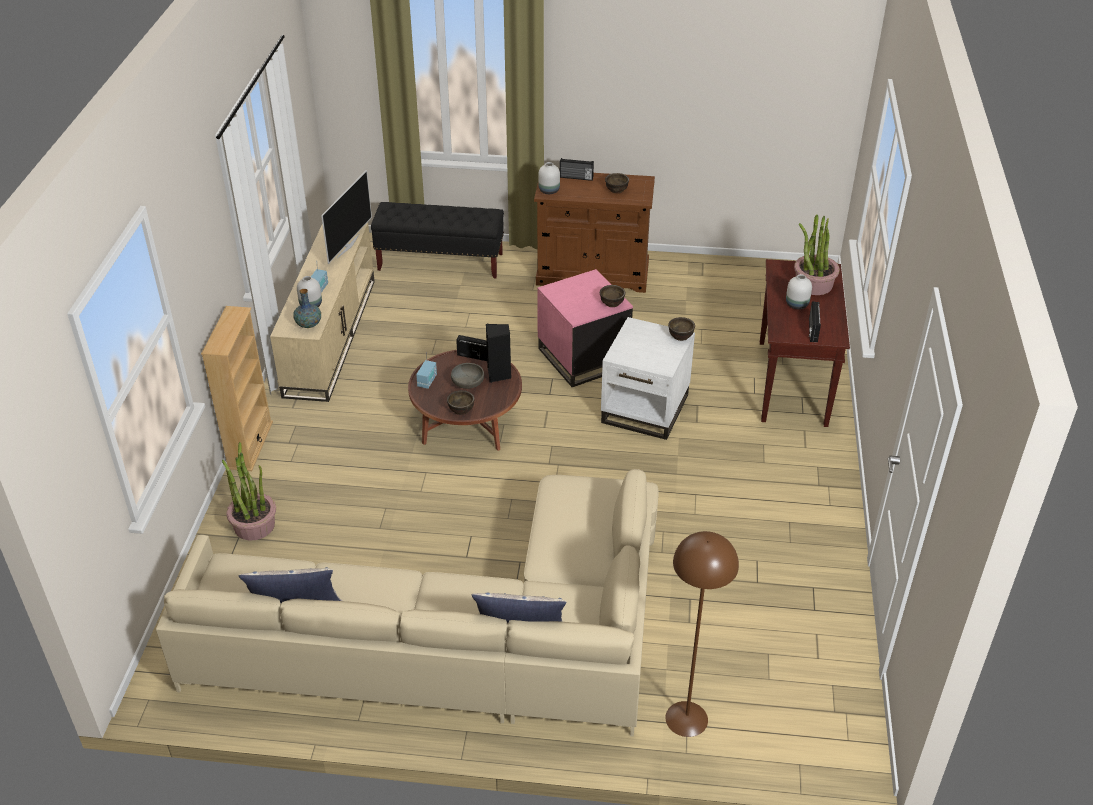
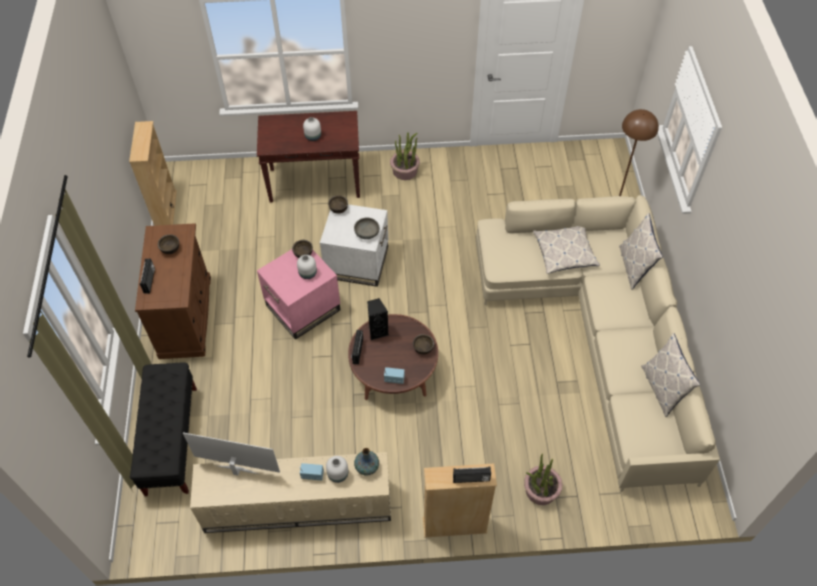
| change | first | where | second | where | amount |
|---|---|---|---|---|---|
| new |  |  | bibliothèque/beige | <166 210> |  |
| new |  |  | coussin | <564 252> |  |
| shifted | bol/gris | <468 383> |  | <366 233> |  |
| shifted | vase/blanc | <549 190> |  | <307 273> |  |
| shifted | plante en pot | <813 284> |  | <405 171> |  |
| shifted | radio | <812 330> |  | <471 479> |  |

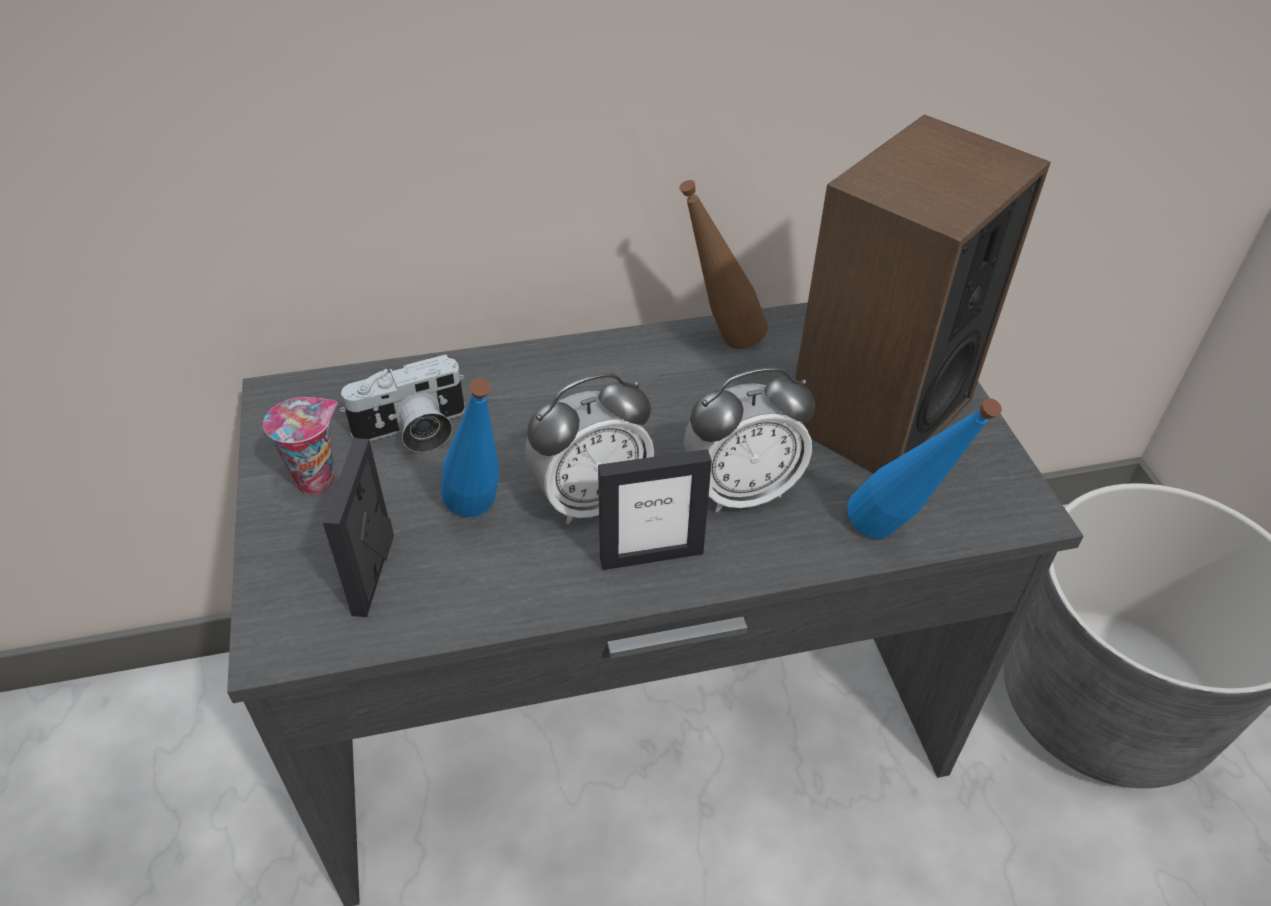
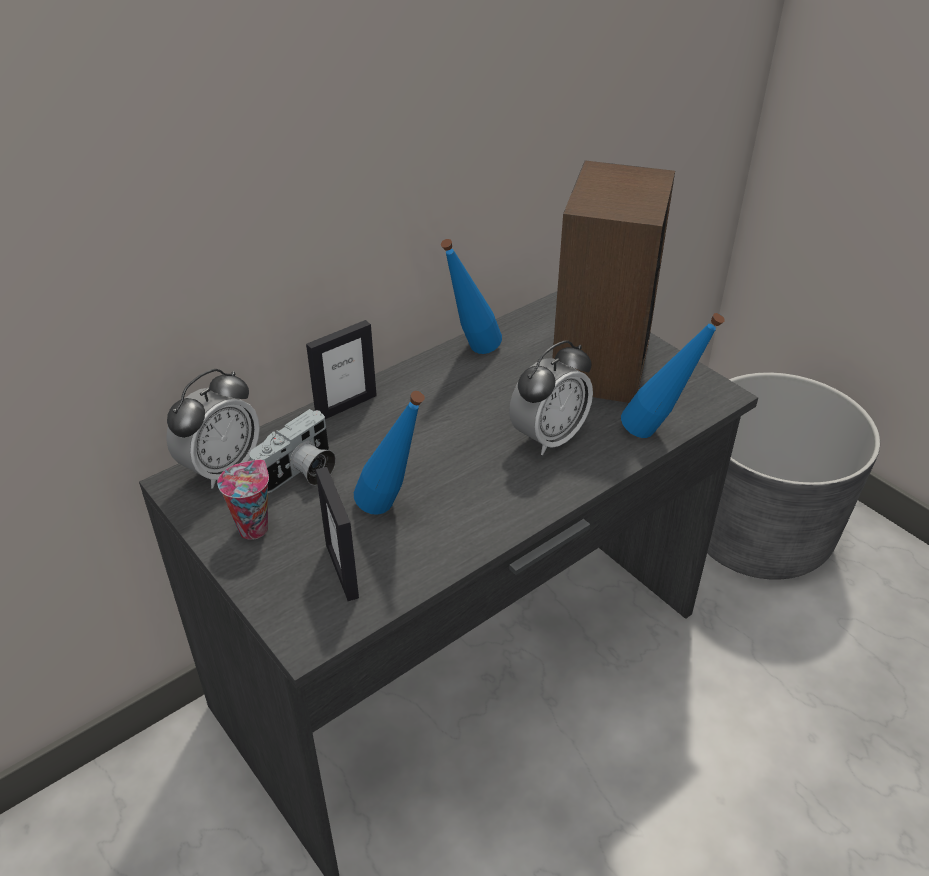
| change | first | where | second | where | amount |
|---|---|---|---|---|---|
| shifted | réveil | <590 499> |  | <221 469> |  |
| shifted | cadre photo | <651 555> |  | <346 406> |  |
| repainted | bouteille/marron | <718 343> | bouteille/bleu | <471 353> |  |

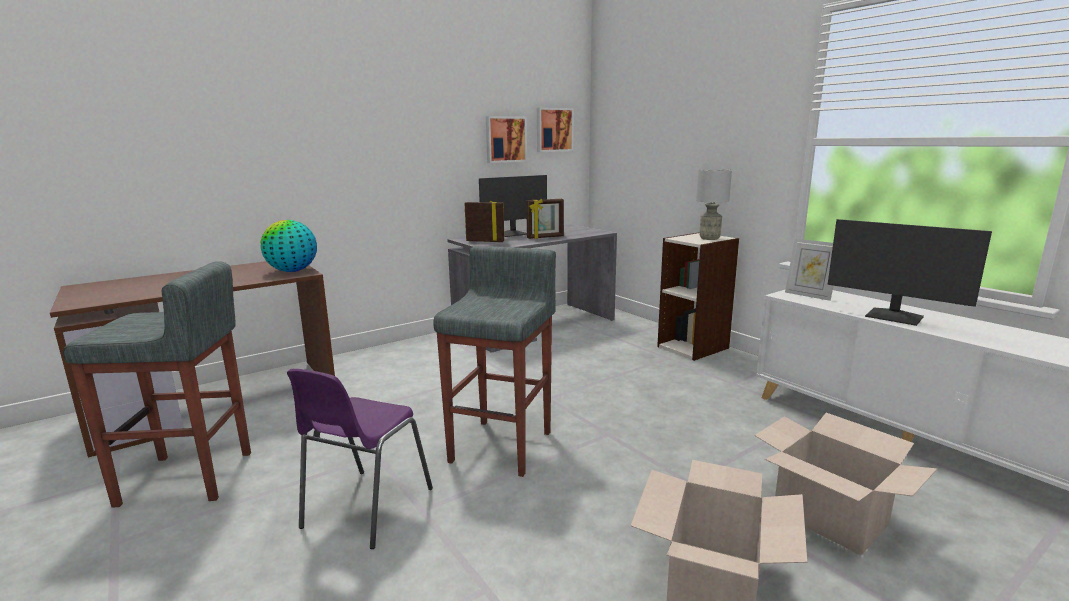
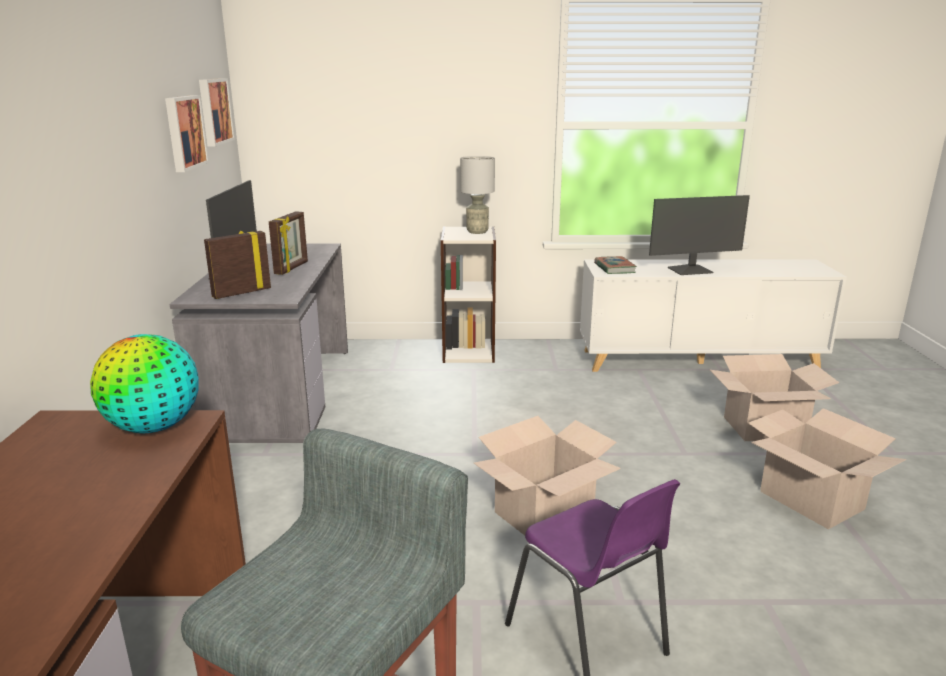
| change | first | where | second | where | amount |
|---|---|---|---|---|---|
| swapped | tabouret/gris | <503 446> | carton | <543 513> |  |
| swapped | cadre photo | <808 295> | livre | <614 268> |  |

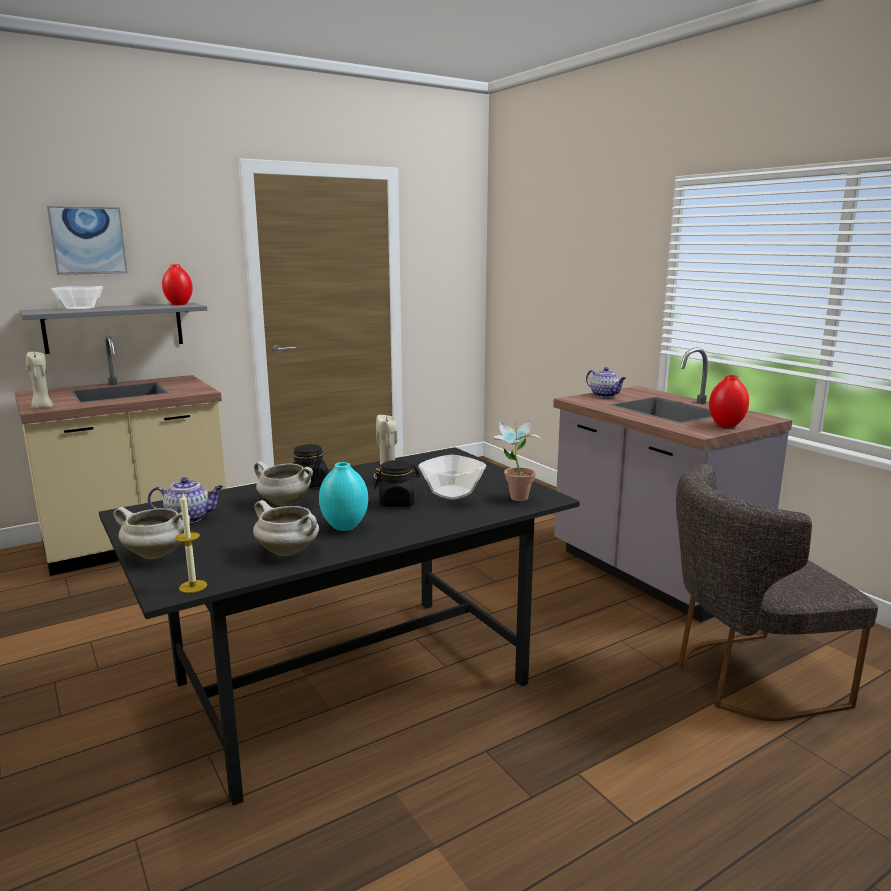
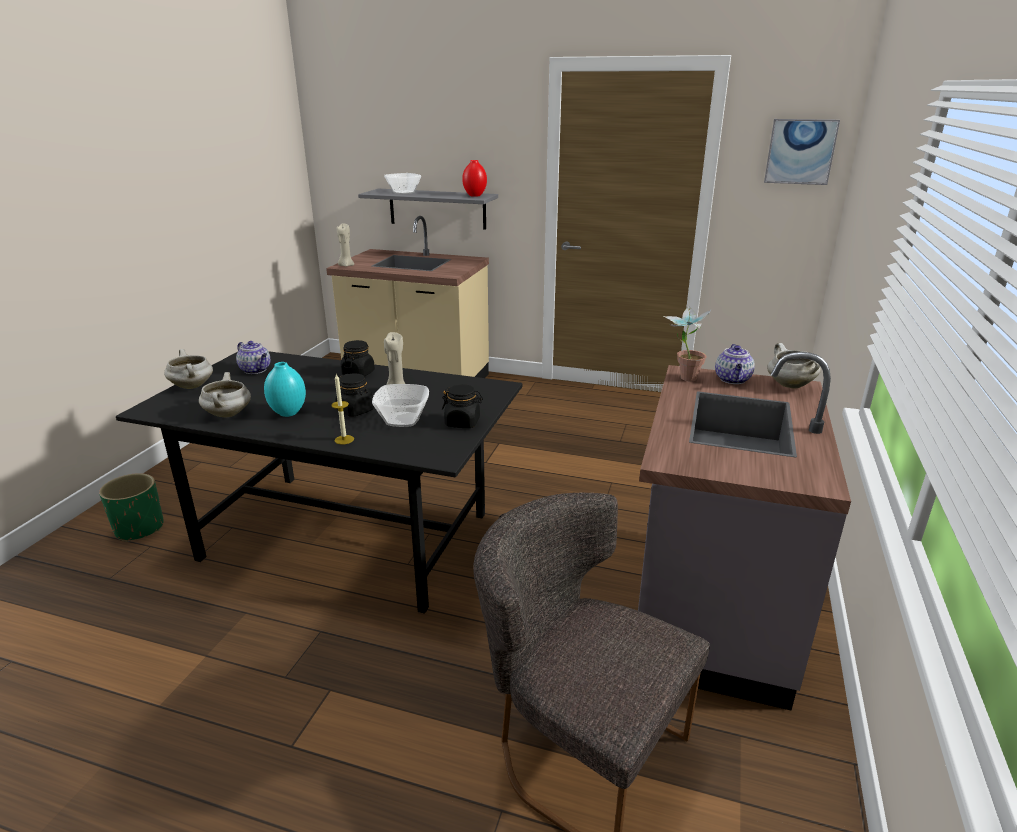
| change | first | where | second | where | amount |
|---|---|---|---|---|---|
| gone | vase/rouge | <726 426> |  |  |  |
| new |  |  | cache-pot/vert | <139 528> |  |
| new |  |  | bocal/noir | <462 422> |  |
| shifted | tableau | <88 240> |  | <800 151> |  |
| shifted | bougie | <193 586> |  | <344 439> |  |
| shifted | marmite/blanc | <284 503> |  | <789 385> |  |
| shifted | plante en pot | <514 500> |  | <682 378> |  |

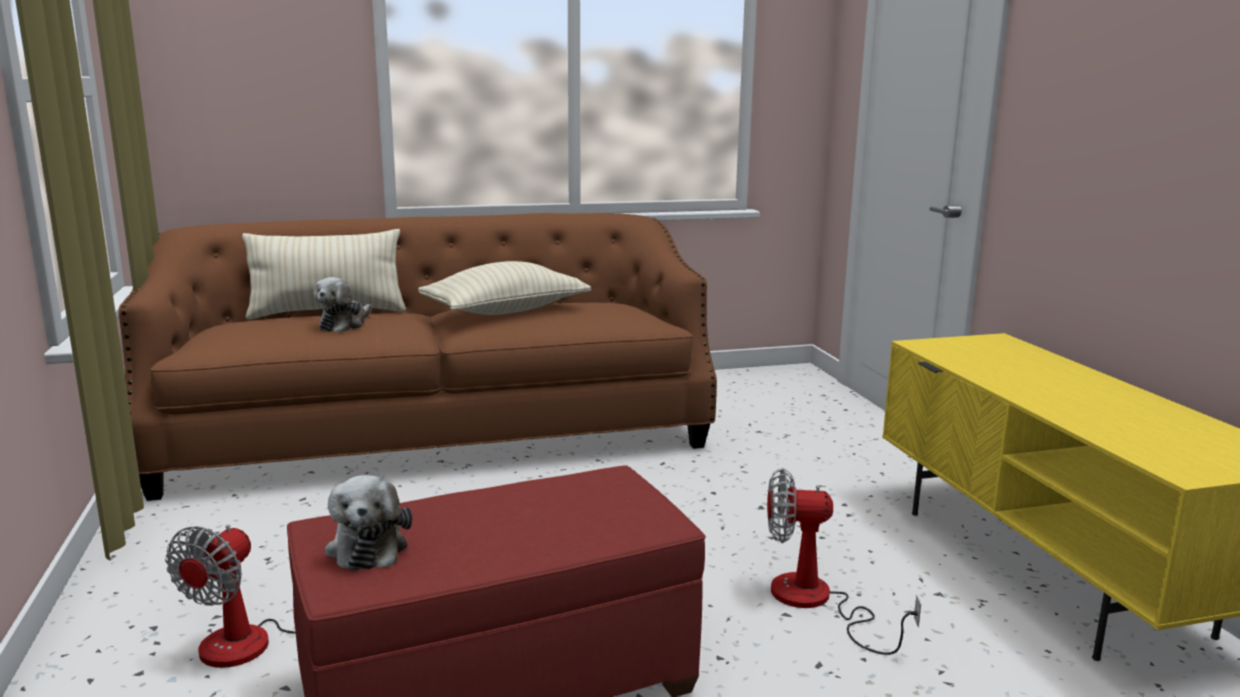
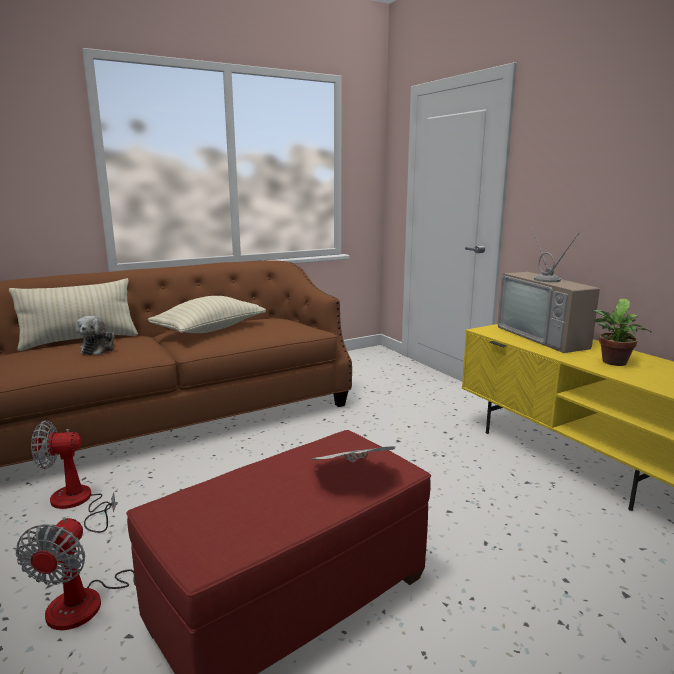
| change | first | where | second | where | amount |
|---|---|---|---|---|---|
| gone | peluche | <368 546> |  |  |  |
| new |  |  | journal | <352 475> |  |
| new |  |  | téléviseur | <547 337> |  |
| new |  |  | plante en pot | <613 363> |  |
| shifted | ventilateur | <816 602> |  | <77 503> |  |

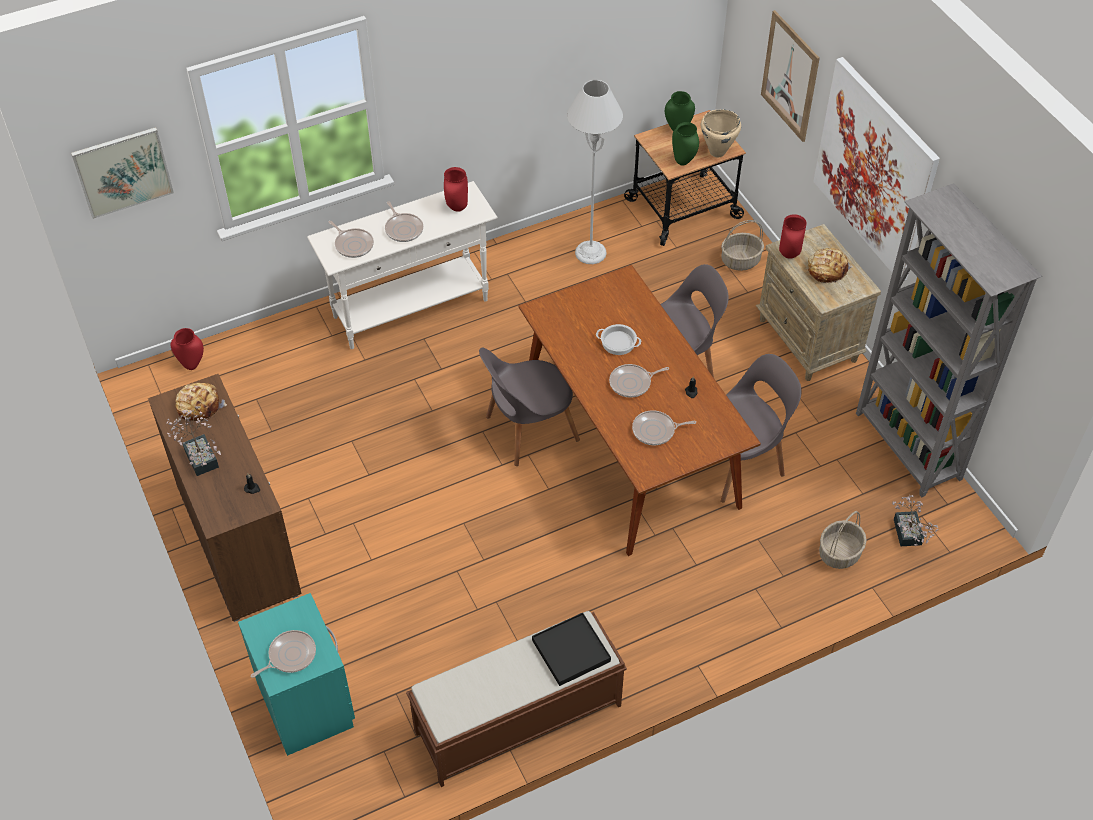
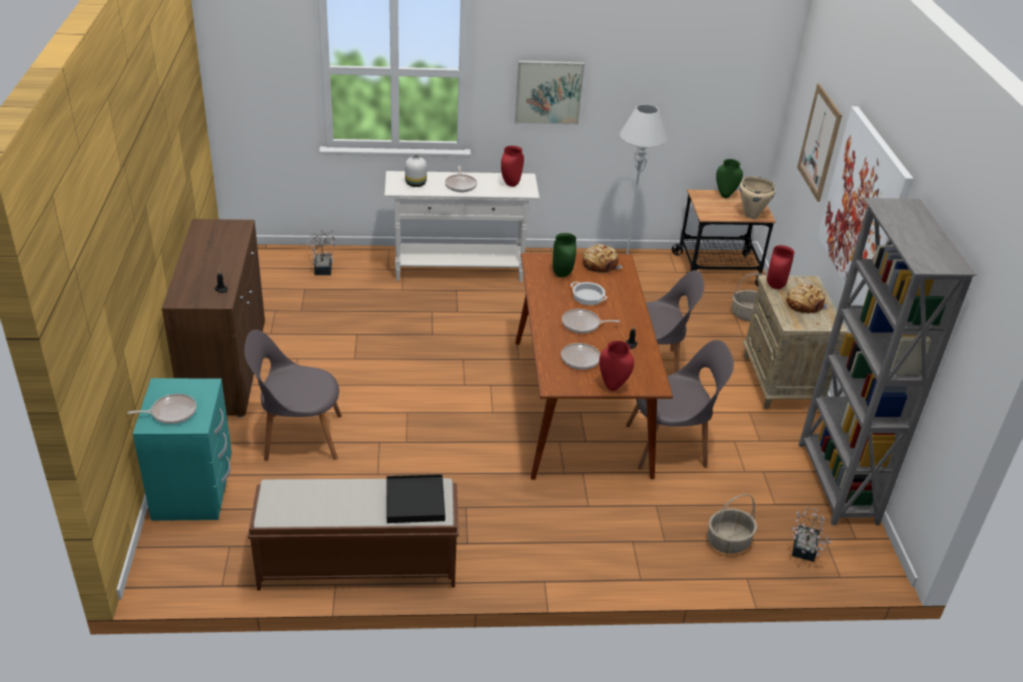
| change | first | where | second | where | amount |
|---|---|---|---|---|---|
| shifted | tableau | <123 172> |  | <548 92> |  |
| shifted | plante en pot | <200 455> |  | <323 266> |  |
| shifted | vase/rouge | <192 365> |  | <612 387> |  |
| shifted | pain | <199 406> |  | <600 264> |  |
| shifted | chaise/gris | <528 430> |  | <299 436> |  |
| shifted | vase/vert | <683 162> |  | <561 274> |  |
| swapped | poêle | <353 244> | vase/blanc | <416 183> |  |

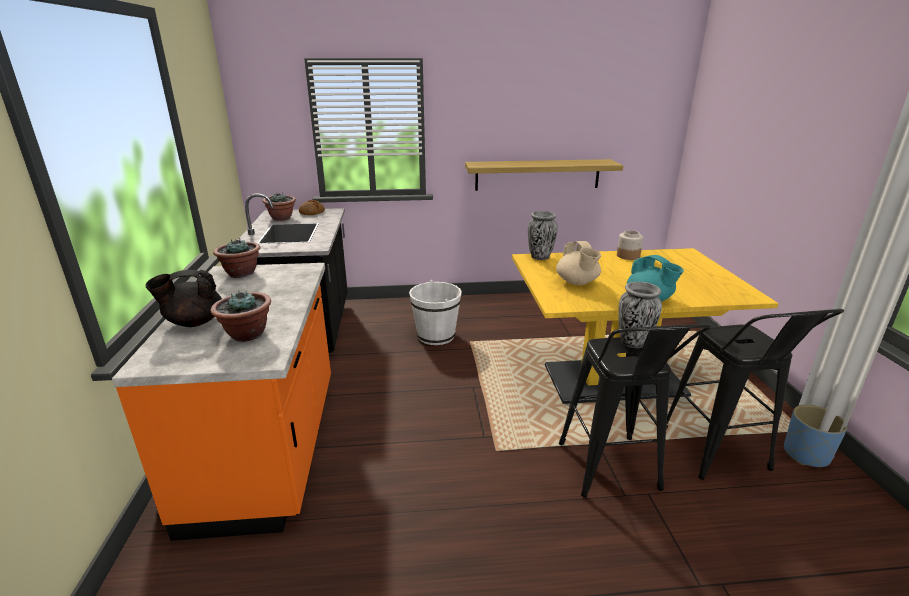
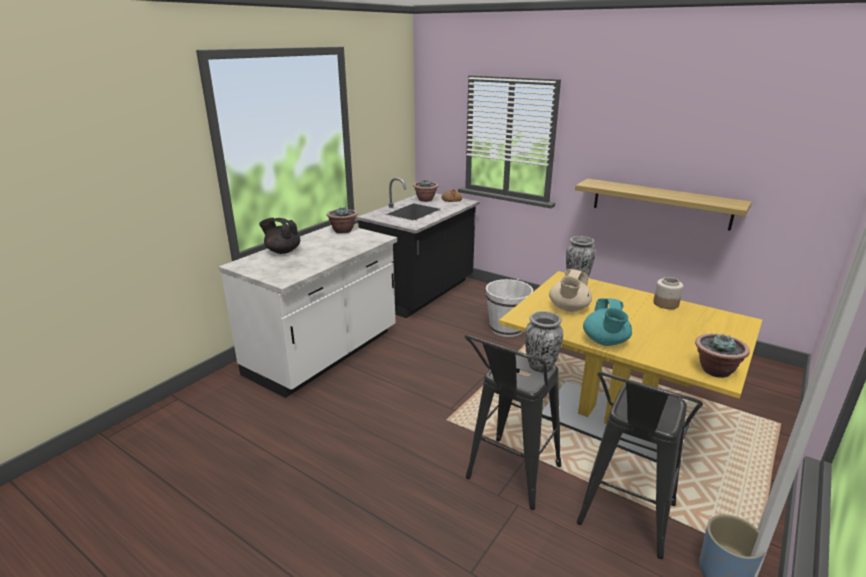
| change | first | where | second | where | amount |
|---|---|---|---|---|---|
| shifted | plante en pot | <246 334> |  | <715 370> |  |
| repainted | comptoir de cuisine/orange | <269 449> | comptoir de cuisine/blanc | <324 354> |  |

